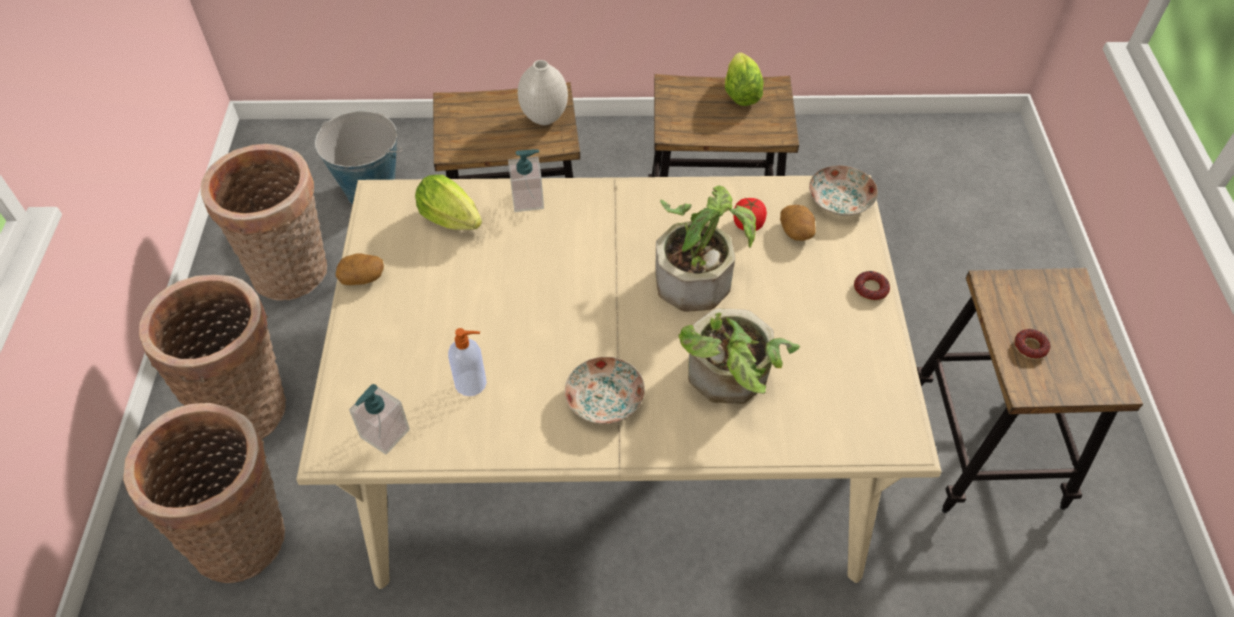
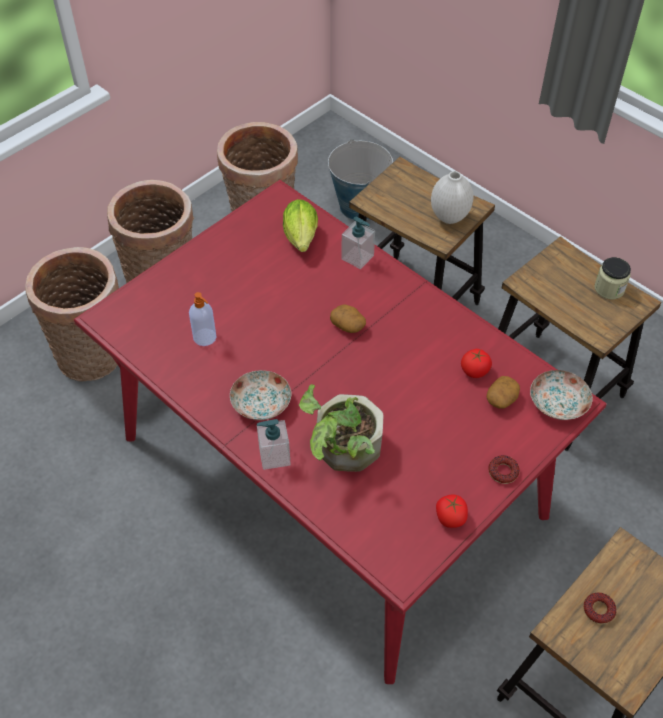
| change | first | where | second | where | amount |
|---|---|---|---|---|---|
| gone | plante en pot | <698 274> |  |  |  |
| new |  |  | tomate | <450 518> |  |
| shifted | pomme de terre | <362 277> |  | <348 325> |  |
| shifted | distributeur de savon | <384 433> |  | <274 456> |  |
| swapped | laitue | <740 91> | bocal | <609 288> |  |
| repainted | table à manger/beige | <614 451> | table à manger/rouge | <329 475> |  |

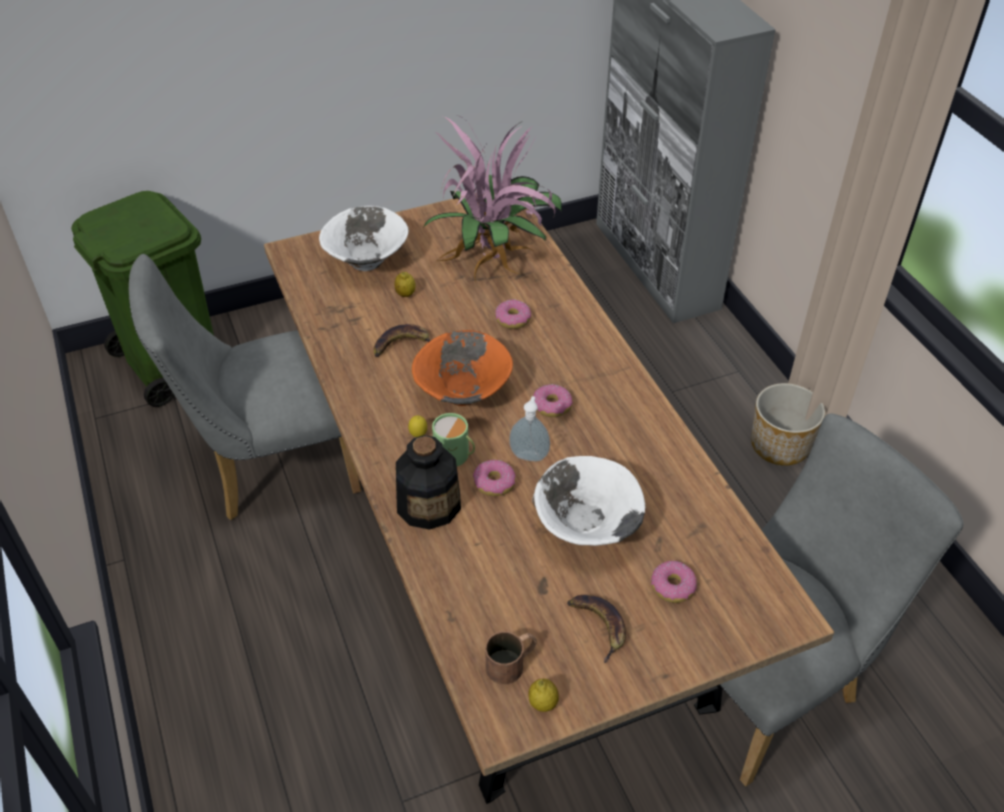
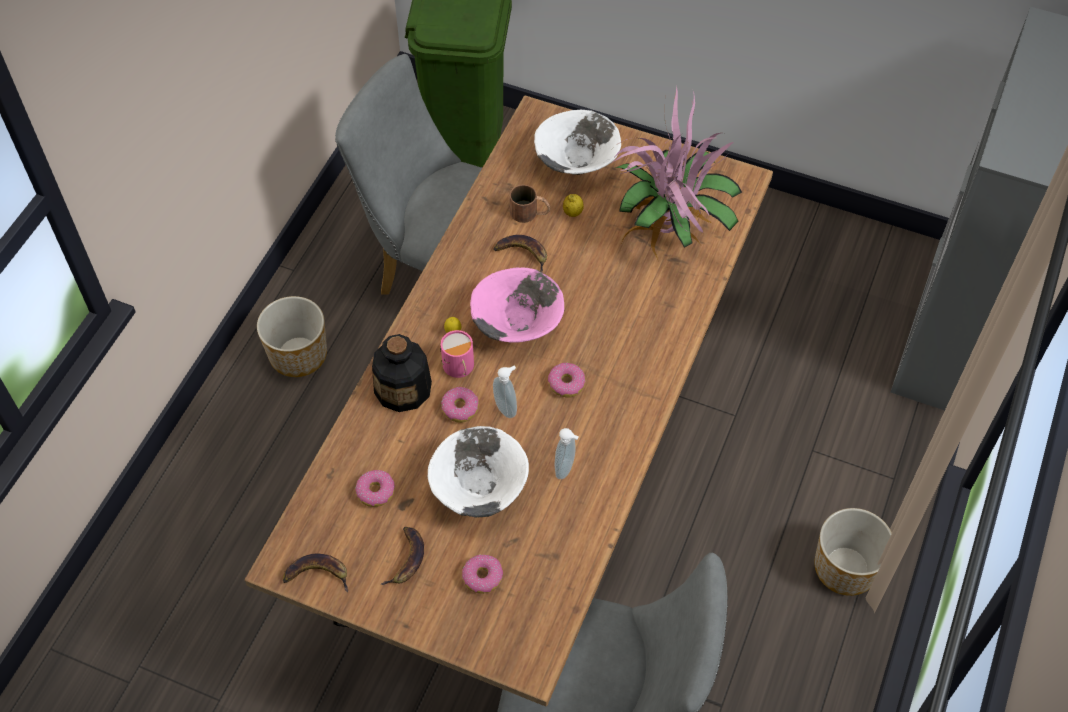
| change | first | where | second | where | amount |
|---|---|---|---|---|---|
| new |  |  | cache-pot | <298 355> |  |
| new |  |  | distributeur de savon | <566 469> |  |
| shifted | mug/marron | <512 662> |  | <530 213> |  |
| shifted | beignet | <513 319> |  | <375 492> |  |
| swapped | citron | <543 703> | banane | <318 574> |  |
| repainted | bol/orange | <462 395> | bol/rose | <517 326> |  |
| repainted | mug/vert | <455 455> | mug/rose | <459 367> |  |

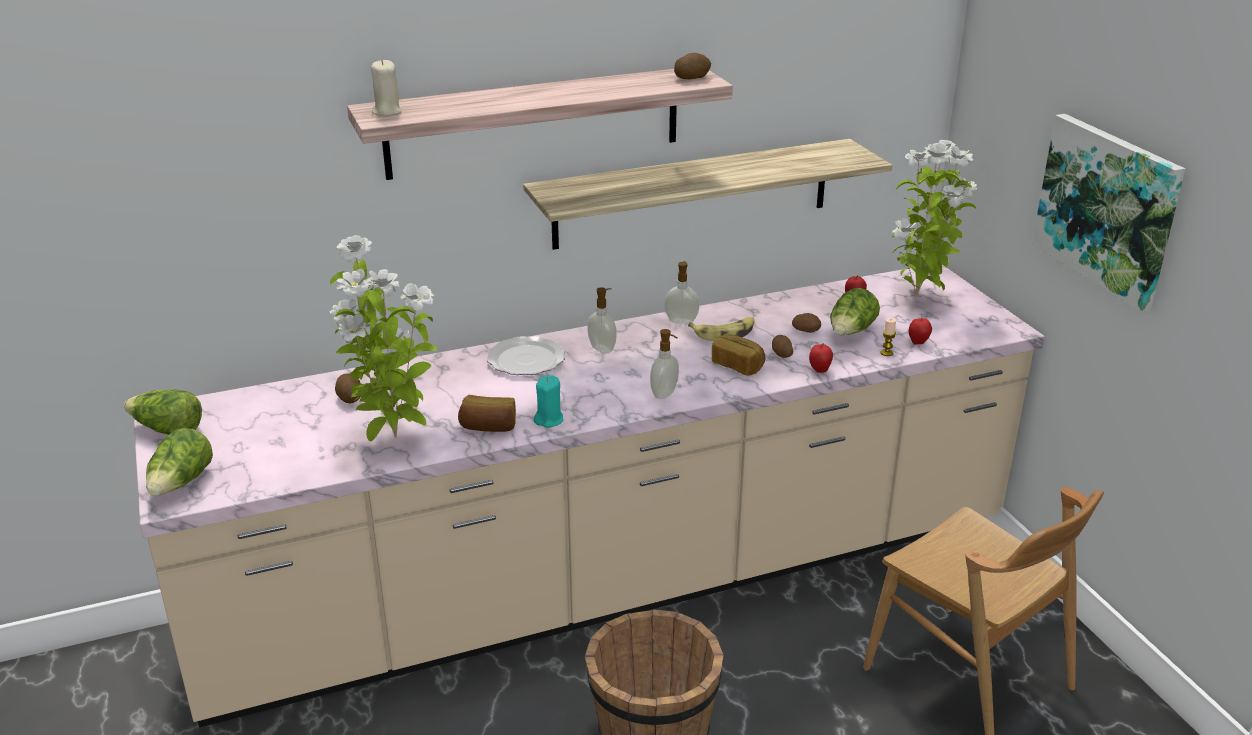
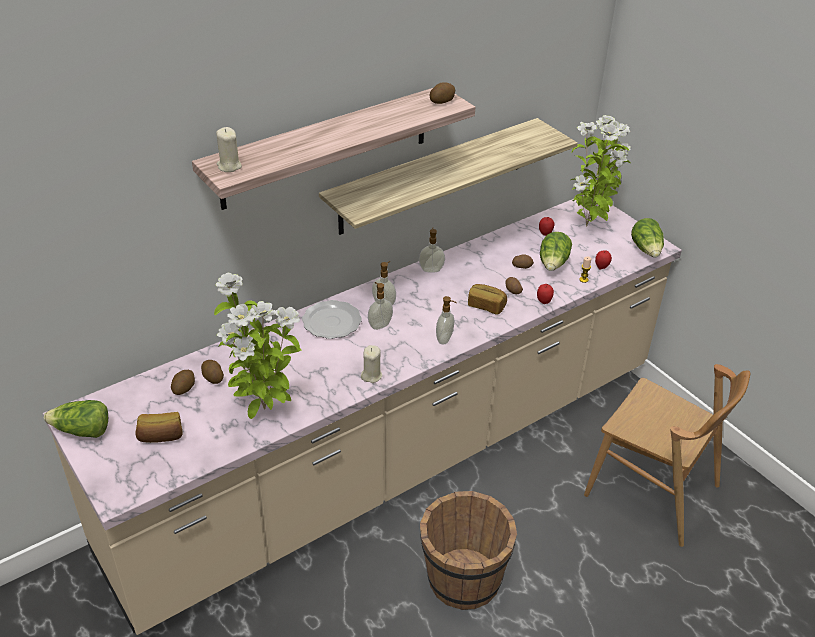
| change | first | where | second | where | amount |
|---|---|---|---|---|---|
| gone | banane | <724 333> |  |  |  |
| gone | tableau | <1108 208> |  |  |  |
| new |  |  | pomme de terre | <184 388> |  |
| new |  |  | distributeur de savon | <379 325> |  |
| shifted | laitue | <181 483> |  | <647 250> |  |
| shifted | pain | <488 427> |  | <161 437> |  |
| repainted | bougie/turquoise | <549 420> | bougie/beige | <371 375> |  |

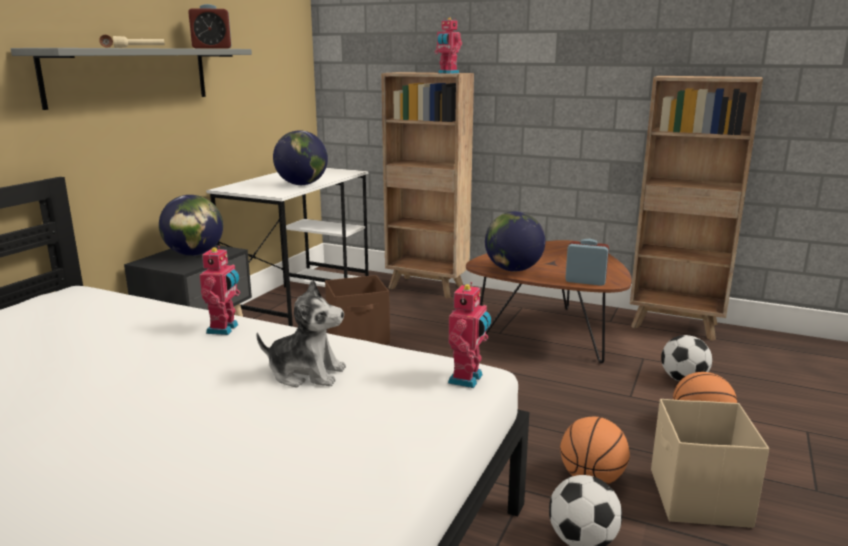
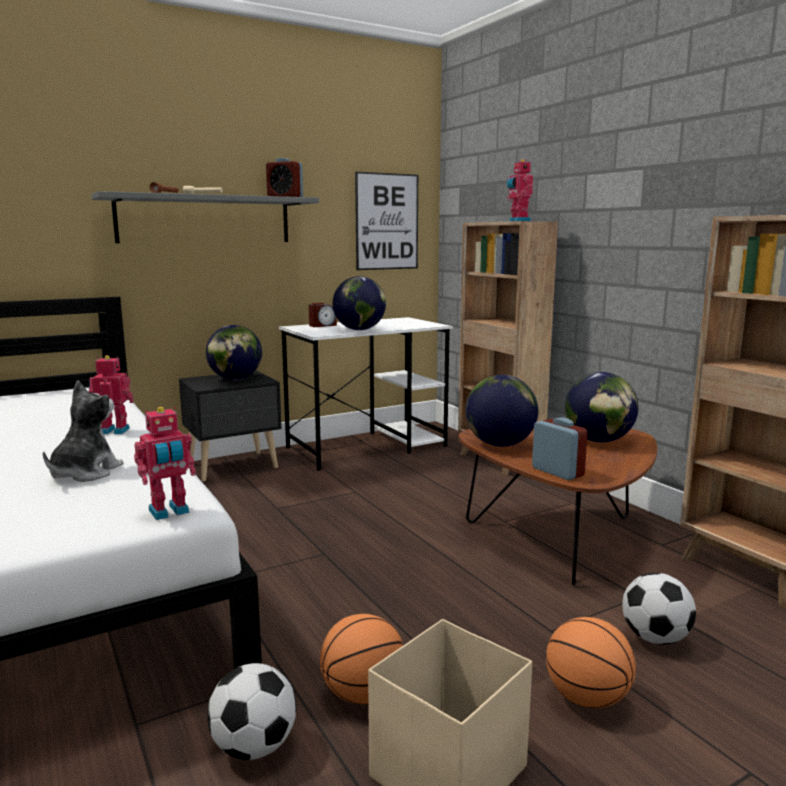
| change | first | where | second | where | amount |
|---|---|---|---|---|---|
| gone | boîte de rangement/marron | <359 338> |  |  |  |
| new |  |  | réveil | <322 325> |  |
| new |  |  | tableau | <387 222> |  |
| new |  |  | globe | <598 440> |  |
| rotated | robot jouet | <224 329> |  | <115 430> | 135 degrees counterclockwise |
| rotated | peluche | <306 373> |  | <84 473> | 120 degrees counterclockwise |

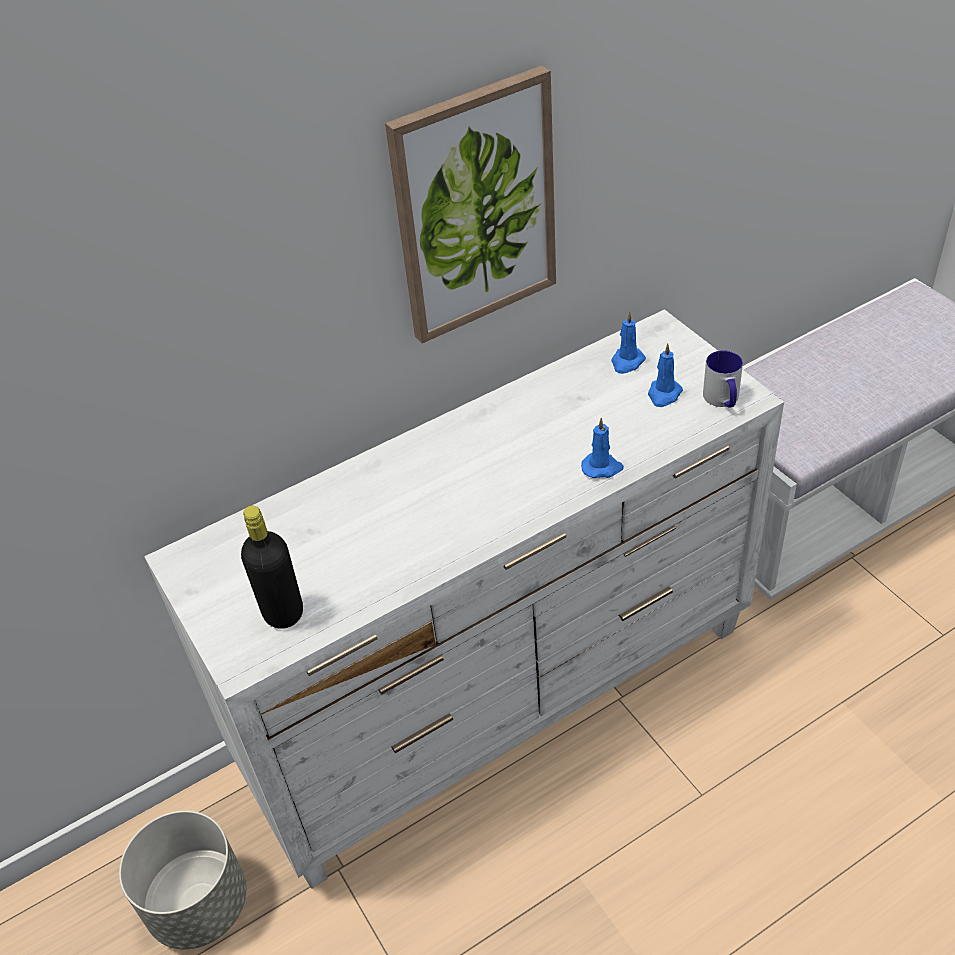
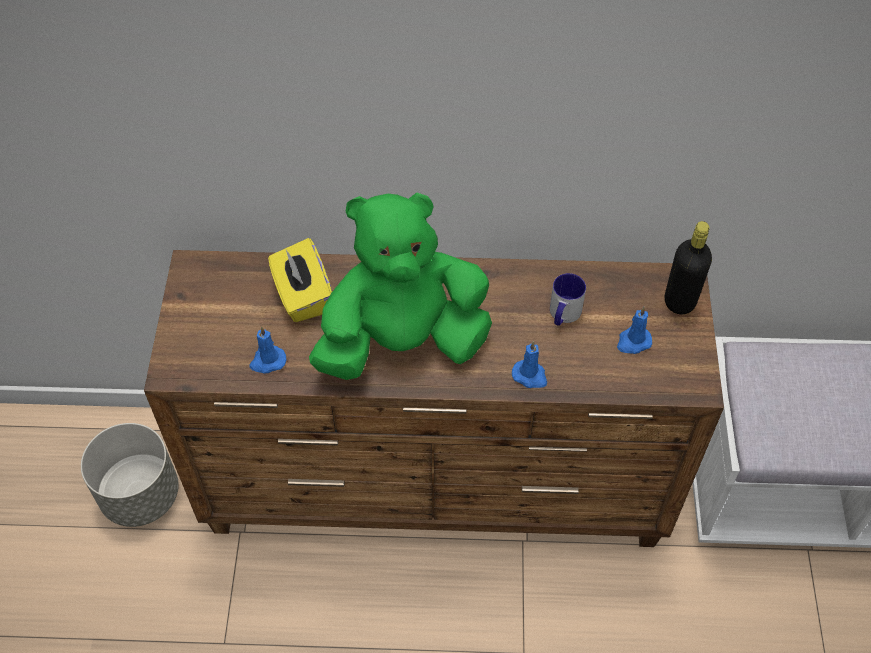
| change | first | where | second | where | amount |
|---|---|---|---|---|---|
| gone | tableau | <474 207> |  |  |  |
| new |  |  | boîte à mouchoirs/jaune | <302 296> |  |
| new |  |  | peluche/vert | <402 342> |  |
| shifted | bouteille/noir | <283 613> |  | <679 301> |  |
| shifted | bougie/bleu | <627 362> |  | <267 361> |  |
| shifted | mug | <723 400> |  | <563 315> |  |
| repainted | commode/blanc | <502 701> | commode/marron | <437 486> |  |

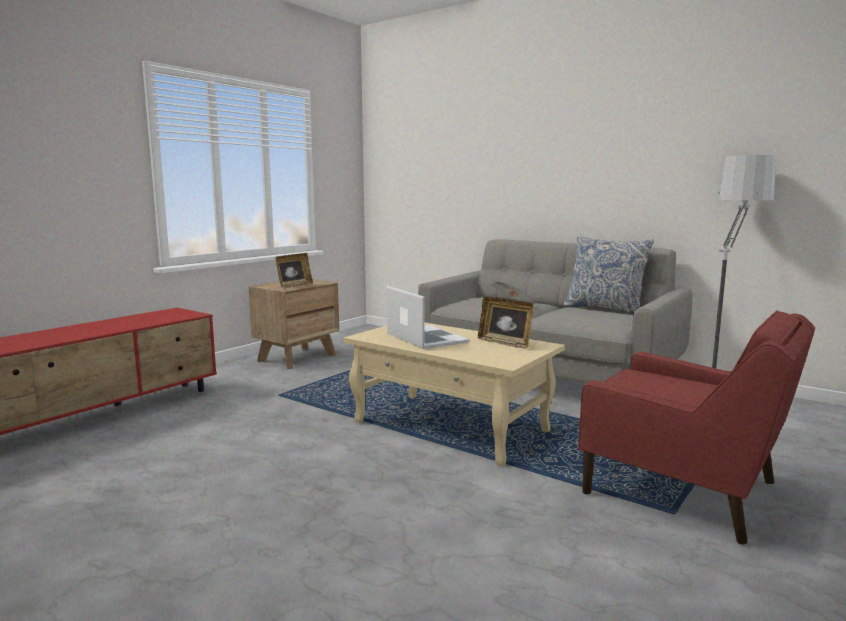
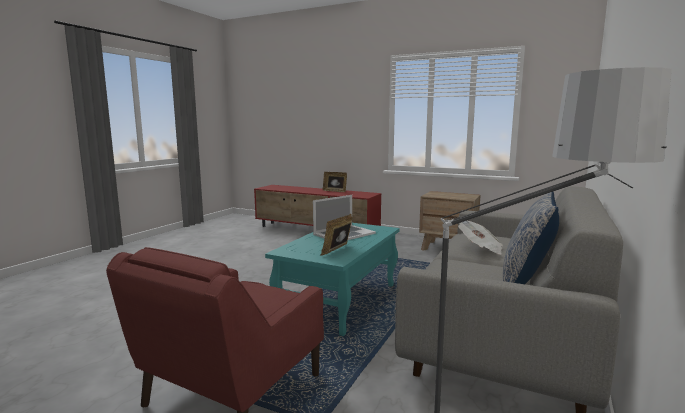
| change | first | where | second | where | amount |
|---|---|---|---|---|---|
| shifted | cadre photo | <294 286> |  | <335 191> |  |
| repainted | table basse/beige | <451 426> | table basse/turquoise | <339 301> |  |

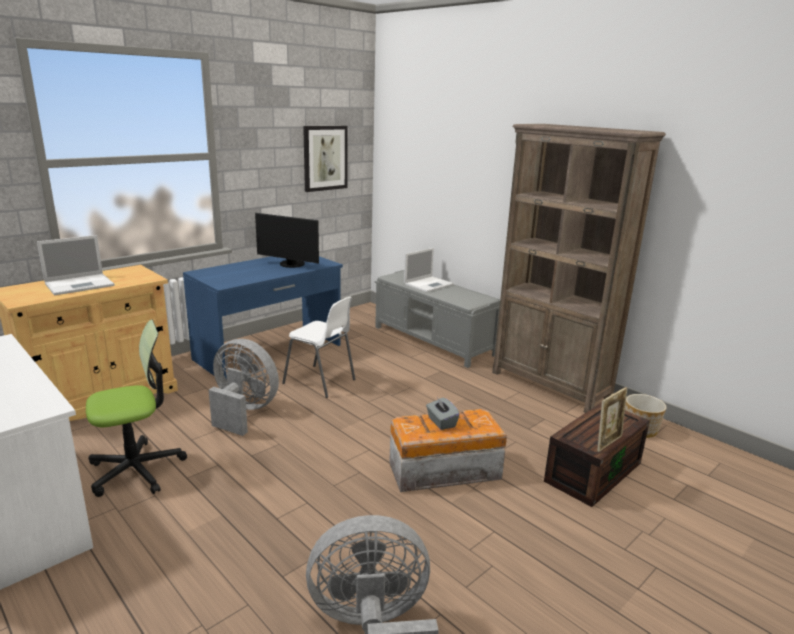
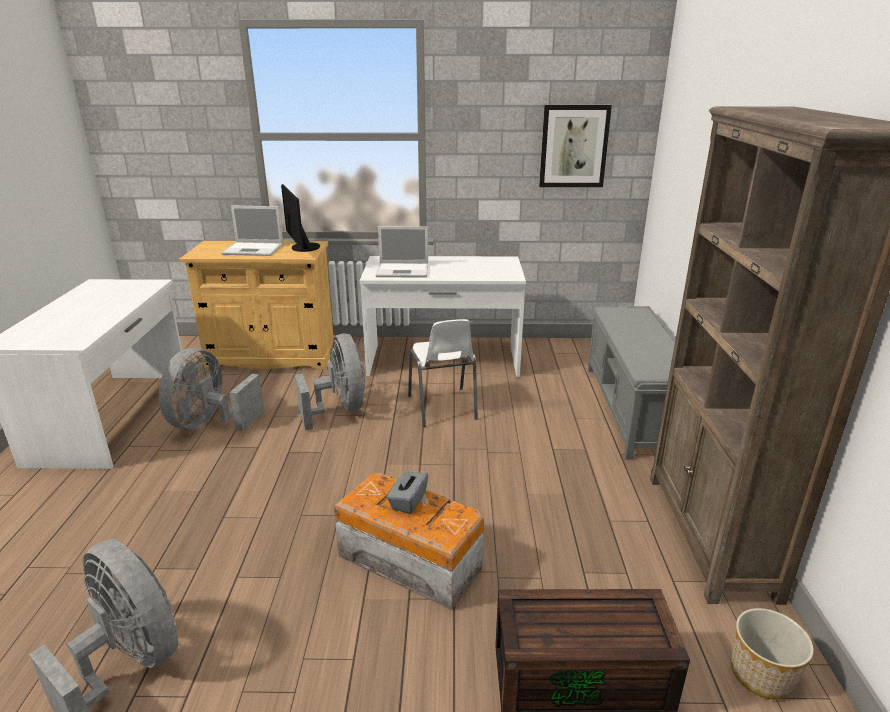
| change | first | where | second | where | amount |
|---|---|---|---|---|---|
| gone | cadre photo | <608 442> |  |  |  |
| shifted | écran d'ordinateur | <290 265> |  | <302 248> |  |
| shifted | ordinateur portable | <429 284> |  | <404 271> |  |
| swapped | chaise de bureau | <136 470> | ventilateur/gris | <210 423> |  |
| repainted | bureau/bleu | <269 352> | bureau/blanc | <443 361> |  |

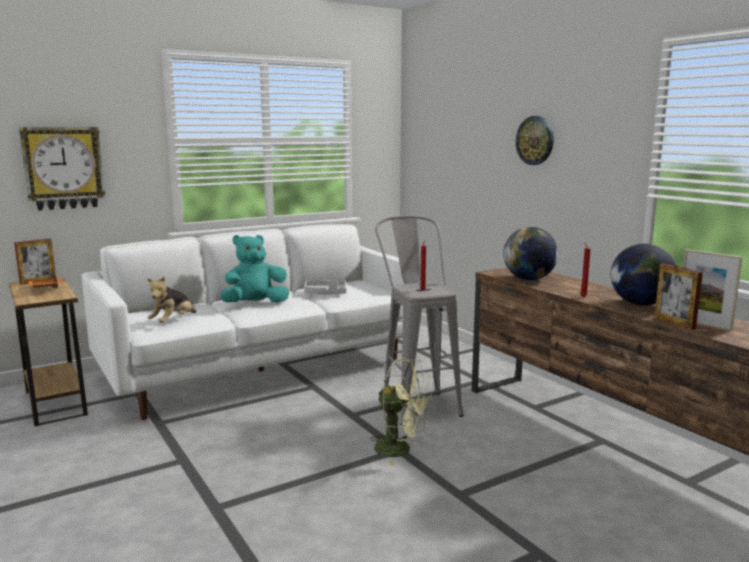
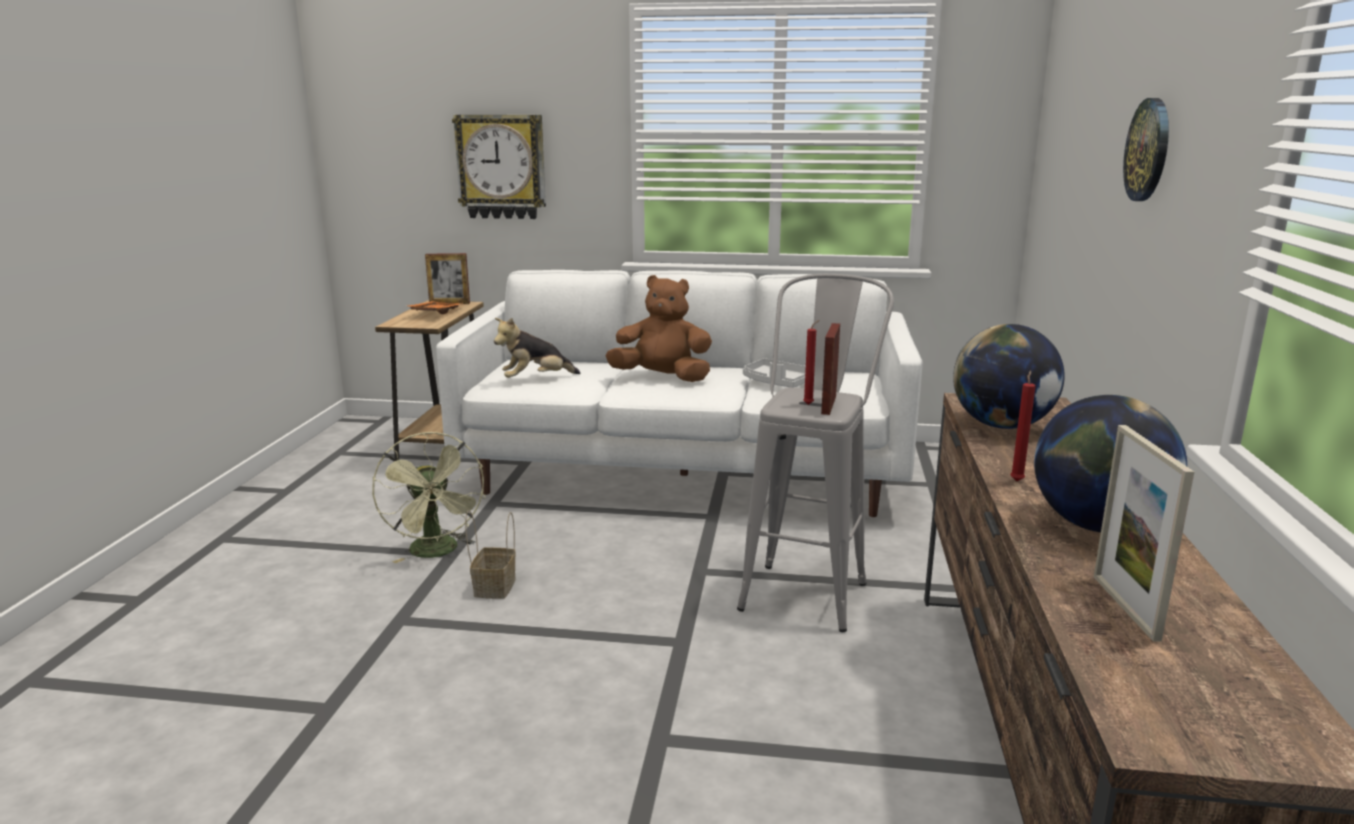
| change | first | where | second | where | amount |
|---|---|---|---|---|---|
| new |  |  | panier | <494 586> |  |
| shifted | ventilateur/vert | <401 450> |  | <437 552> |  |
| shifted | cadre photo | <674 323> |  | <828 405> |  |
| repainted | peluche/turquoise | <255 304> | peluche/marron | <662 378> |  |

